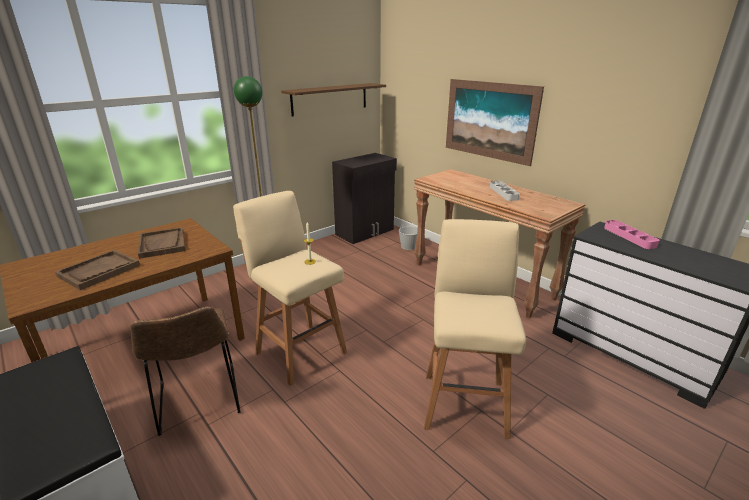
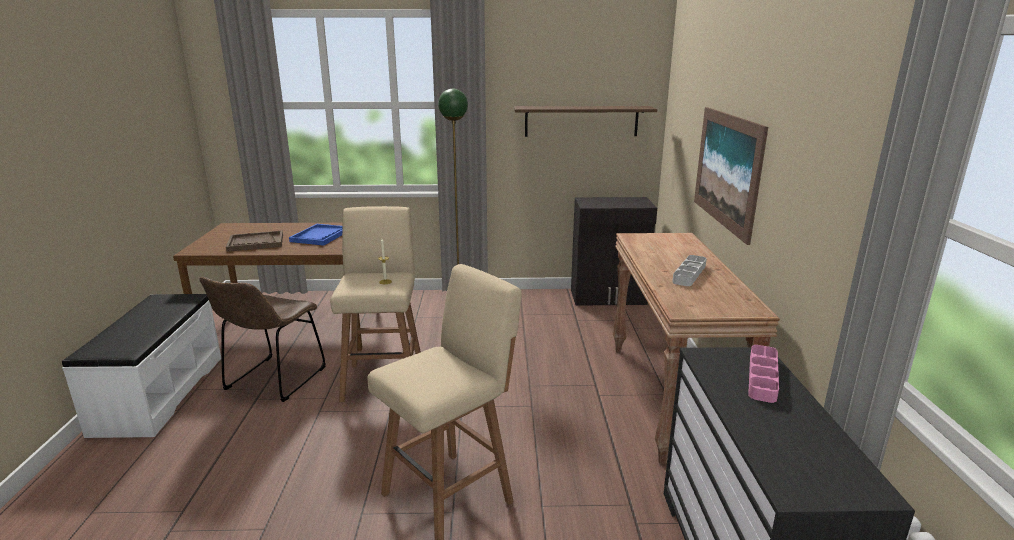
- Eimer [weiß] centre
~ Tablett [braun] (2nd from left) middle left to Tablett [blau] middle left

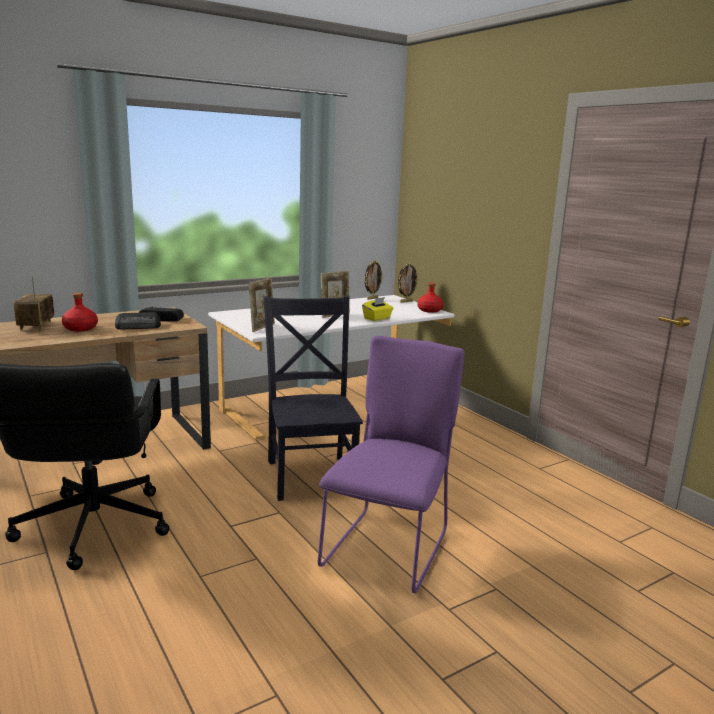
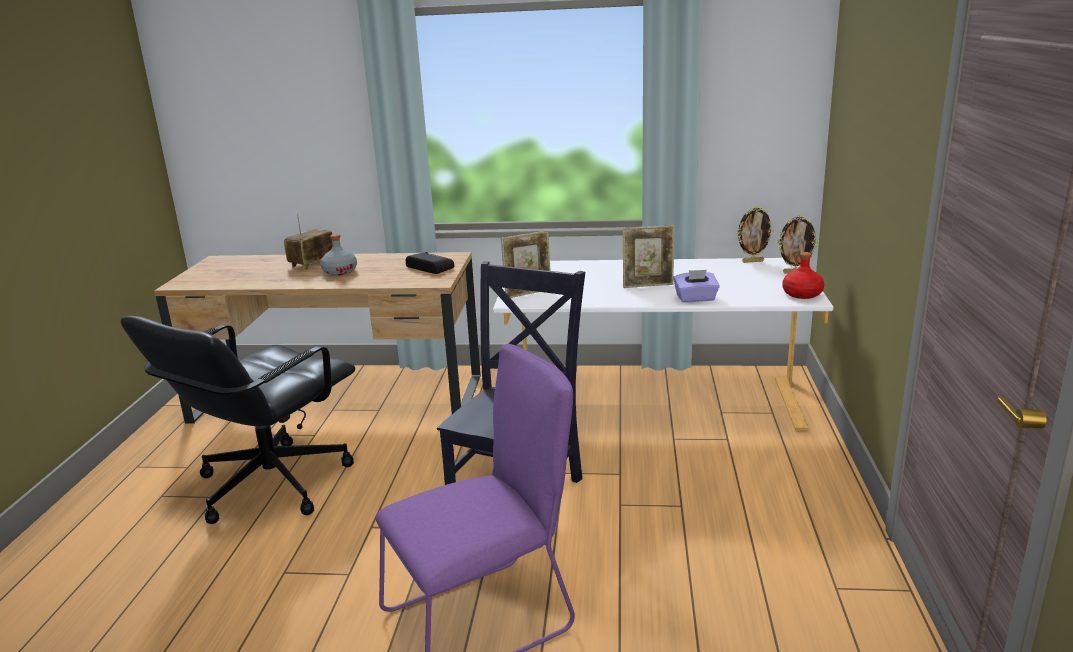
~ Flasche [rot] (1st from left) middle left to Flasche [grau] middle left
~ Taschentuchbox [gelb] centre to Taschentuchbox [lila] centre
- Radio (2nd from left) middle left

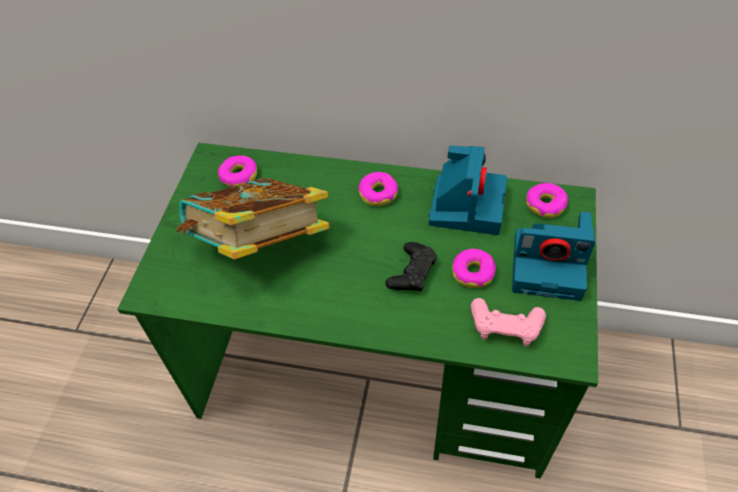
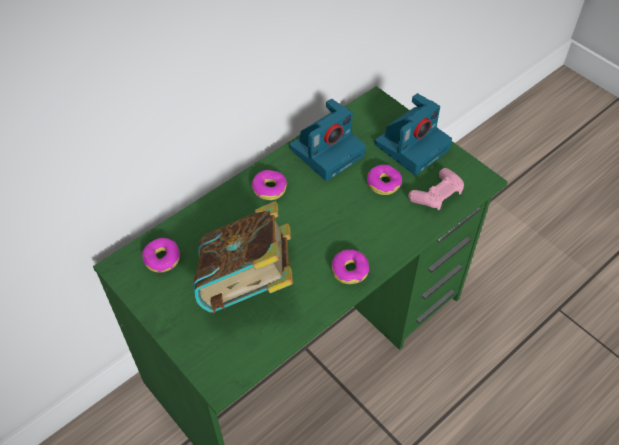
~ Kamera (1st from left) centre = top centre 90 degrees clockwise
~ Donut (4th from left in the first image) middle right to Donut (3rd from left) centre
- Gamepad [schwarz] centre

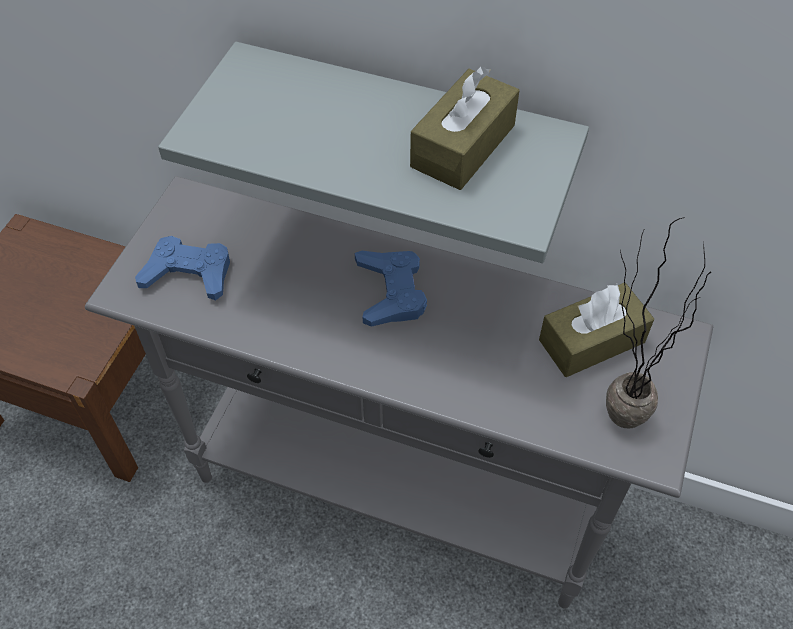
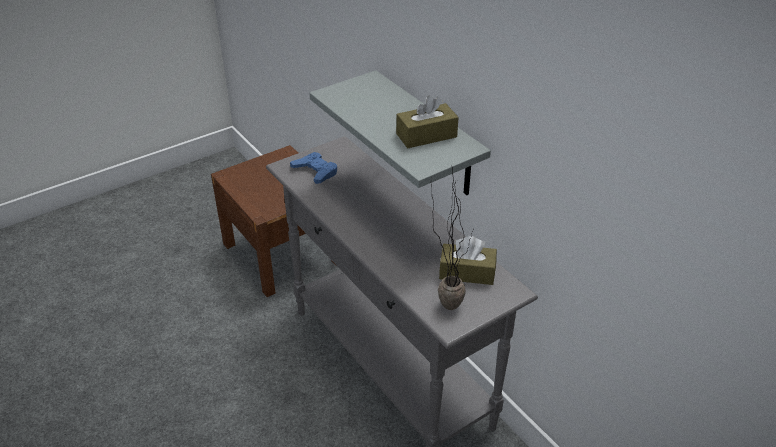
- Gamepad [blau] (2nd from left) centre

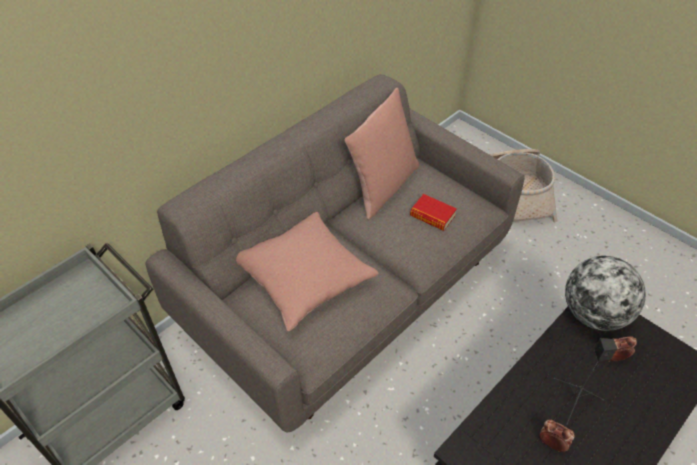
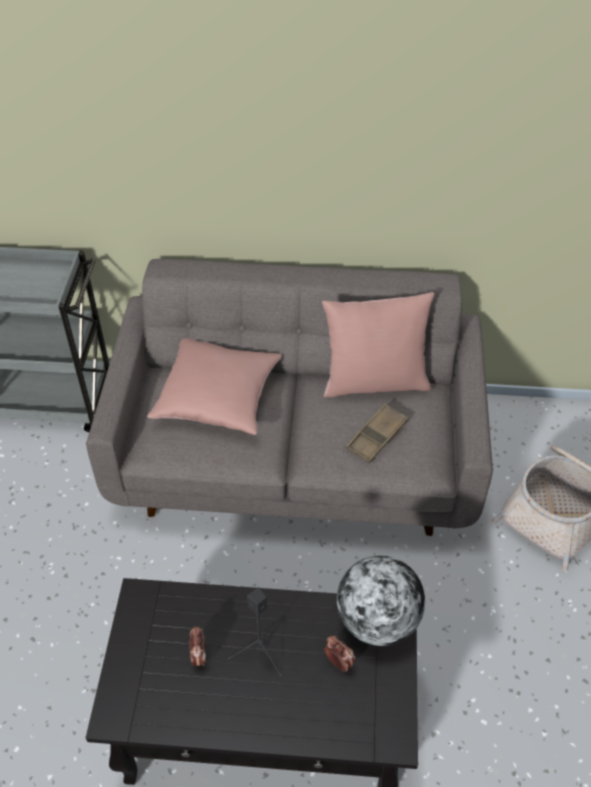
~ Buch centre to Tablett [braun] centre

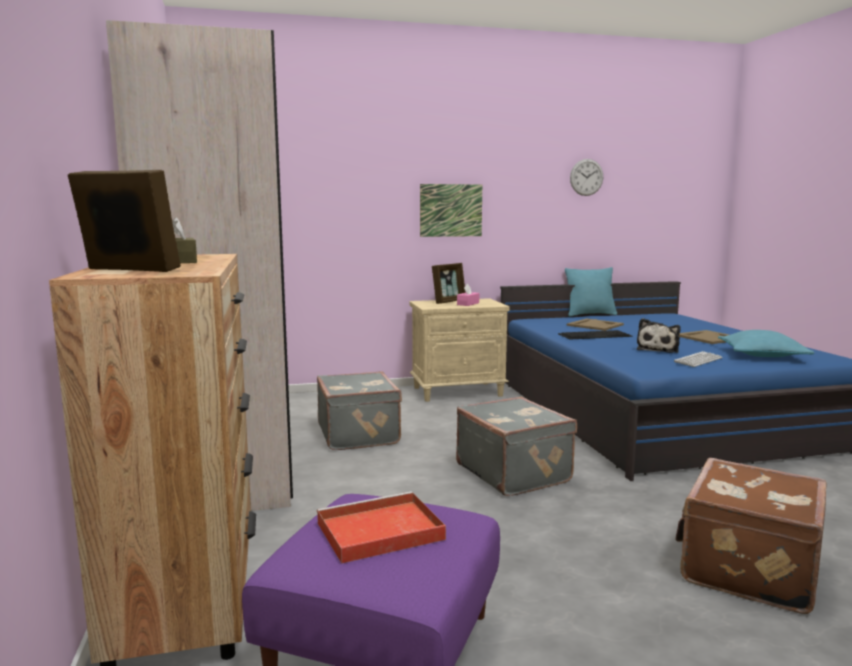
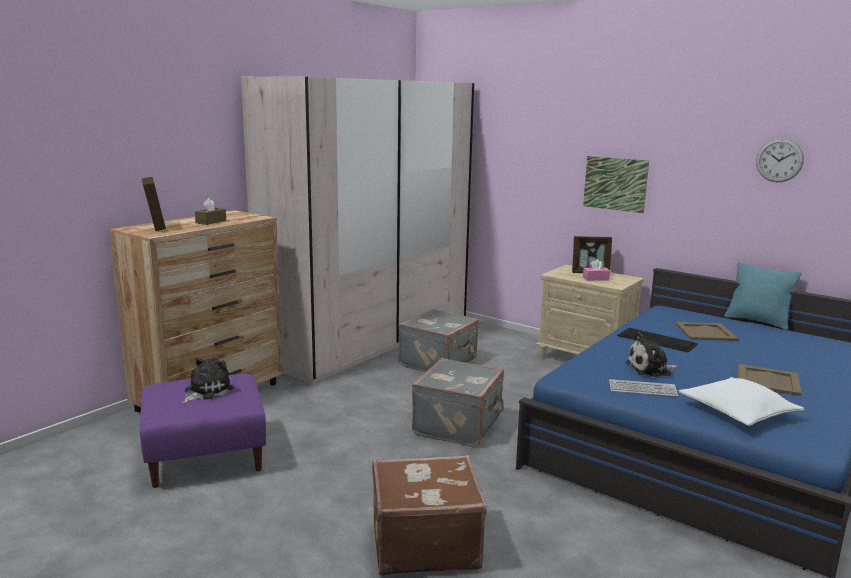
~ Kissen [türkis] (2nd from left) middle right to Kissen [weiß] bottom right
~ Tablett [rot] bottom centre to Plüschtier (1st from left) middle left

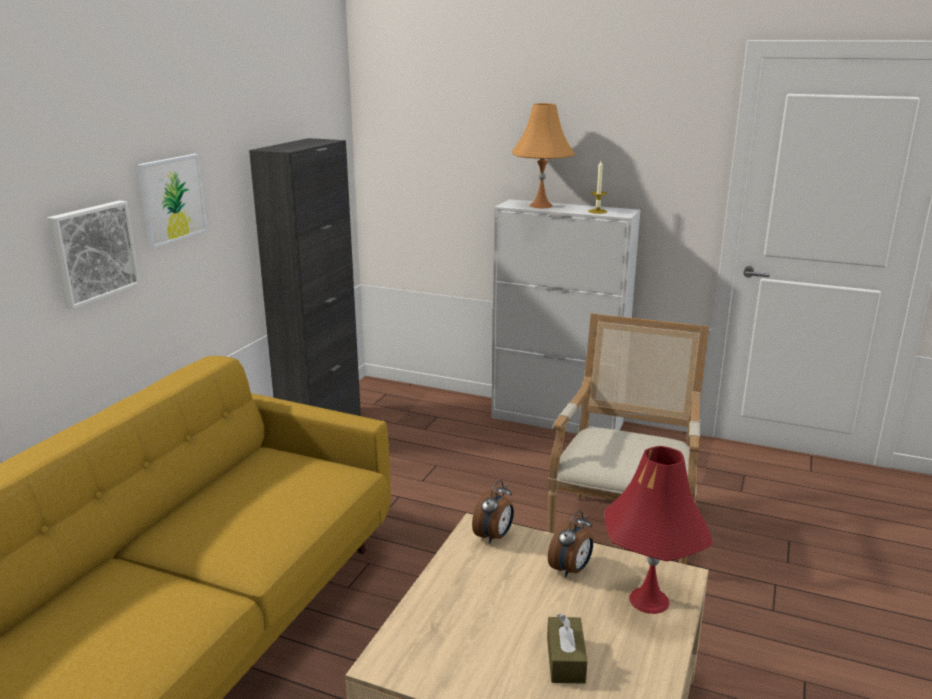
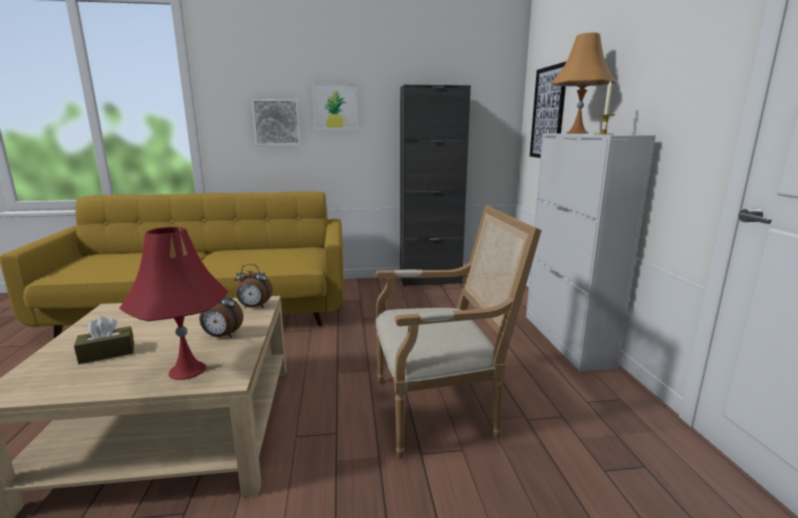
+ Bild (3rd from left) top right

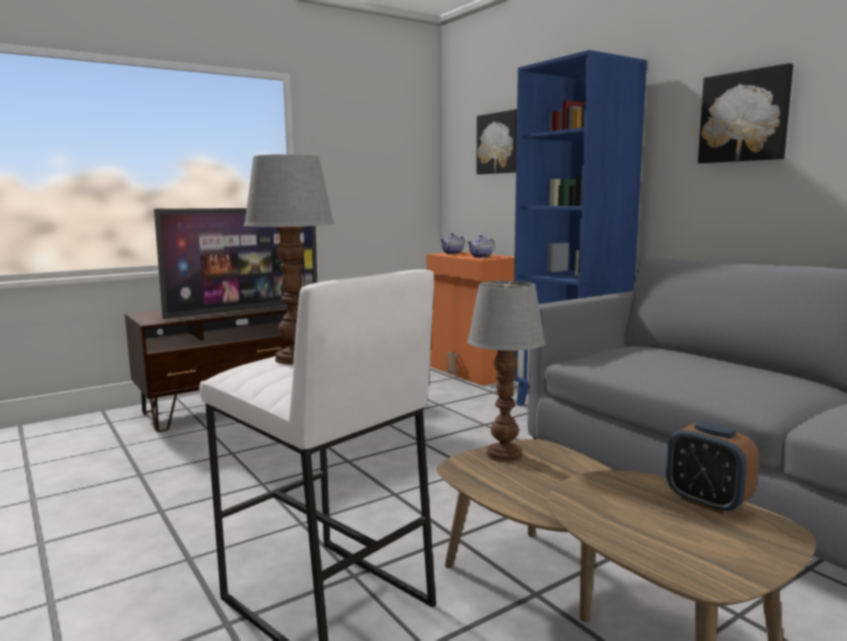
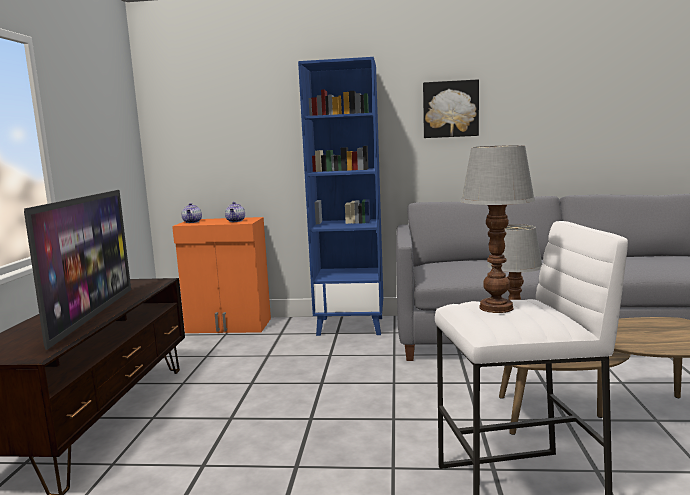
- Bild (1st from left) top centre
- Wecker bottom right

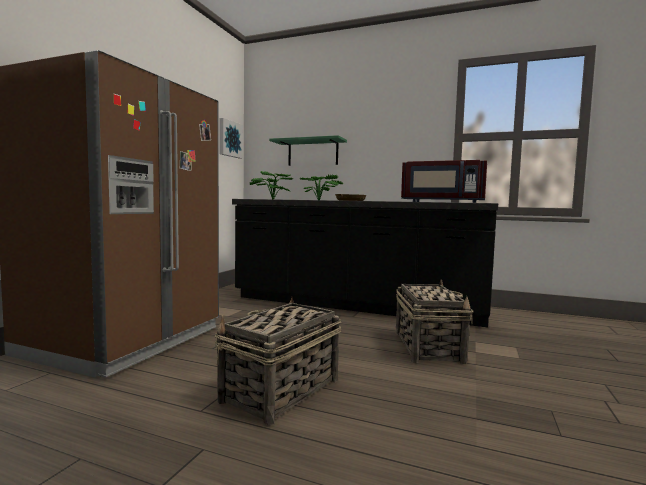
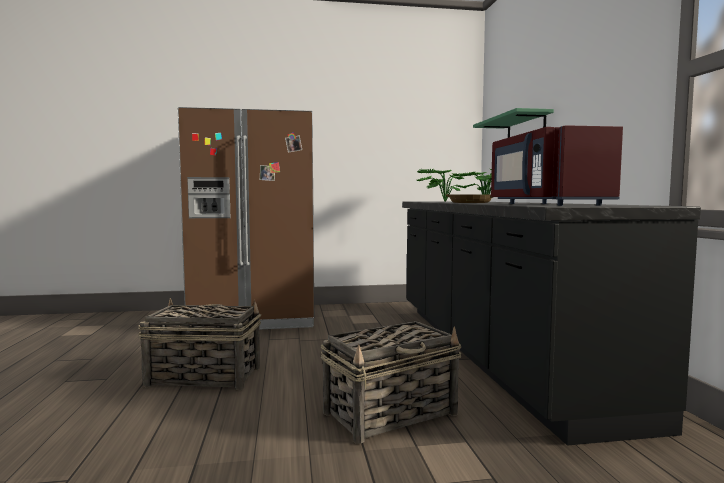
- Bild top centre

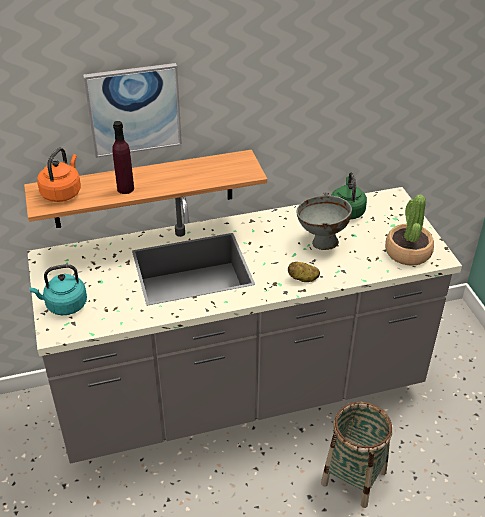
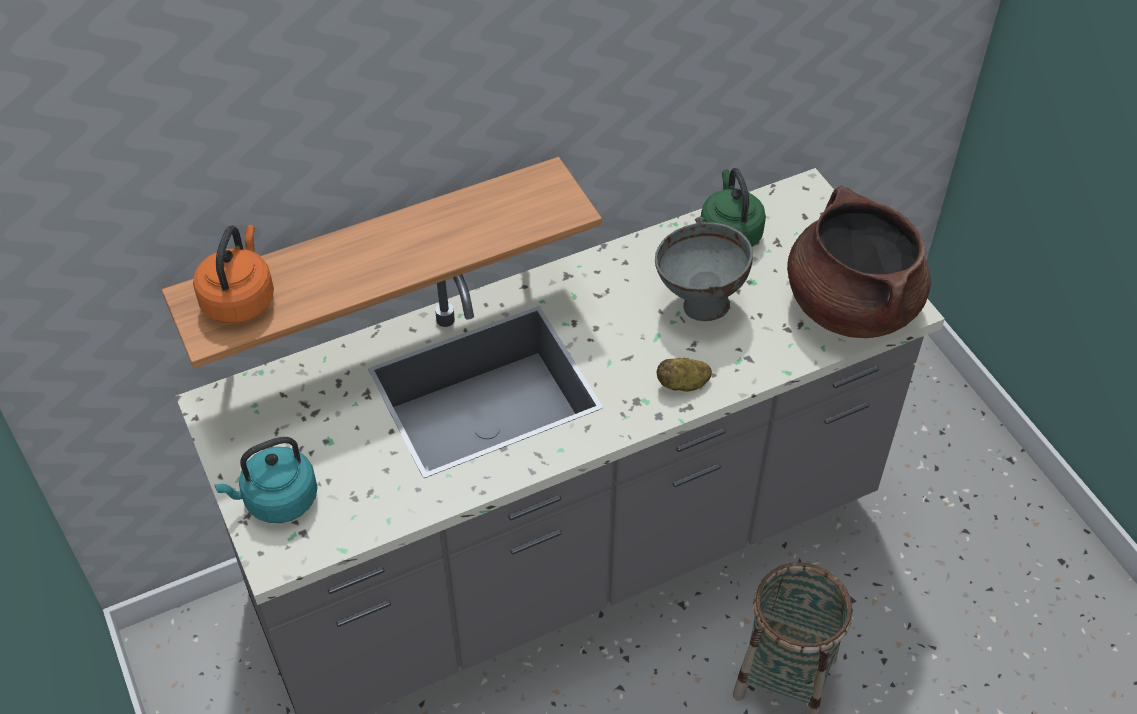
- Bild top left
- Flasche [lila] top left
~ Topfpflanze middle right to Kochtopf [braun] middle right

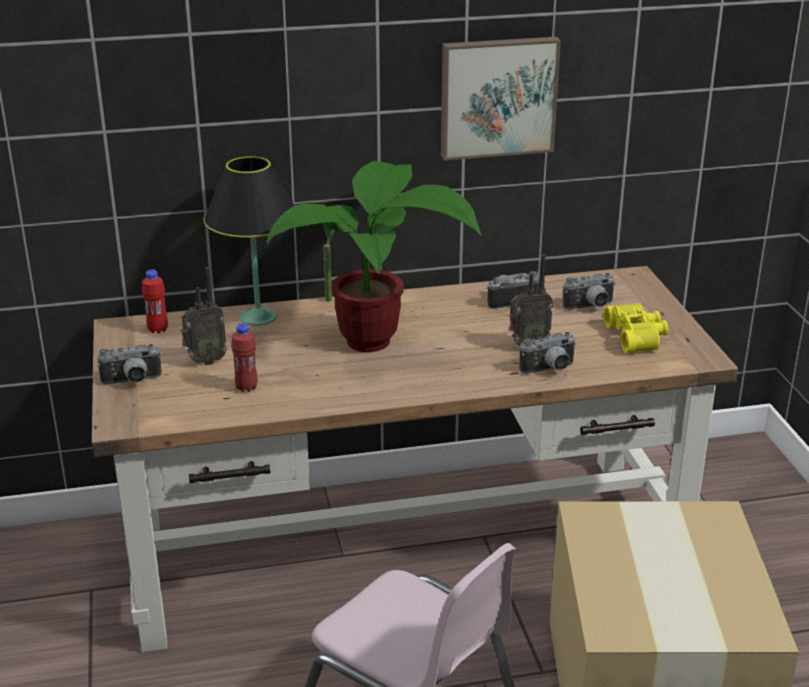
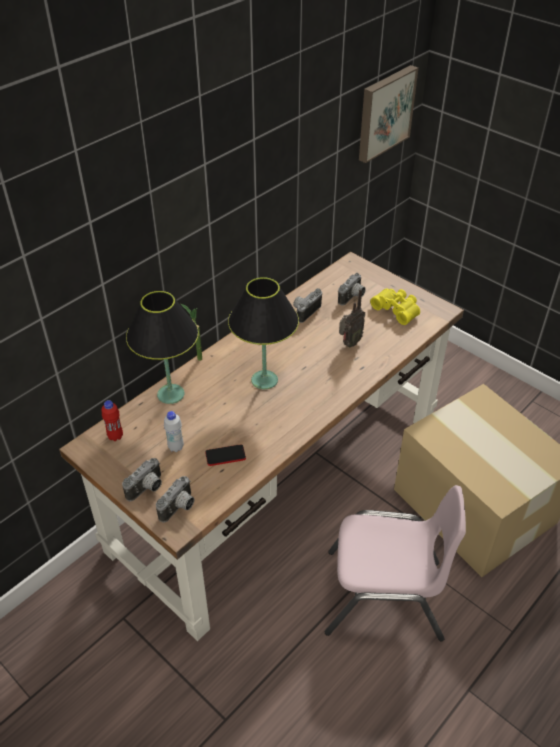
~ Bild top centre to top right
~ Topfpflanze (2nd from left) centre to Tischlampe [schwarz] (2nd from left) centre
~ Radio (1st from left) middle left to Flasche [weiß] middle left
~ Flasche [rot] (2nd from left) middle left to Handy centre
~ Kamera (3rd from left in the first image) middle right to Kamera (2nd from left) bottom left

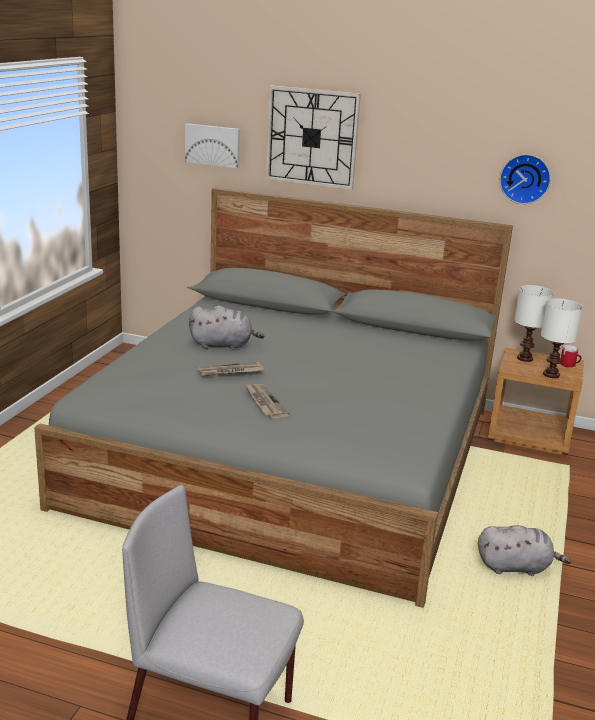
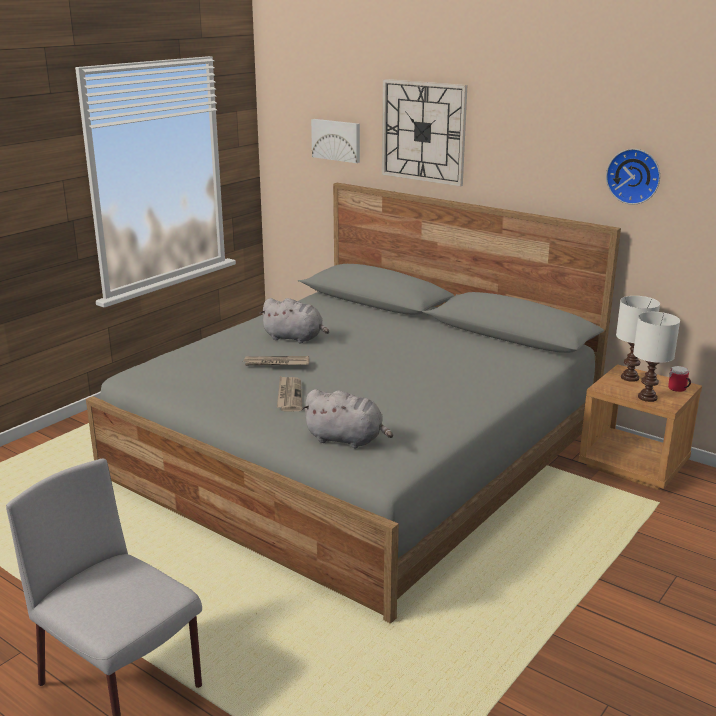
~ Plüschtier [grau] (2nd from left) bottom right to centre

